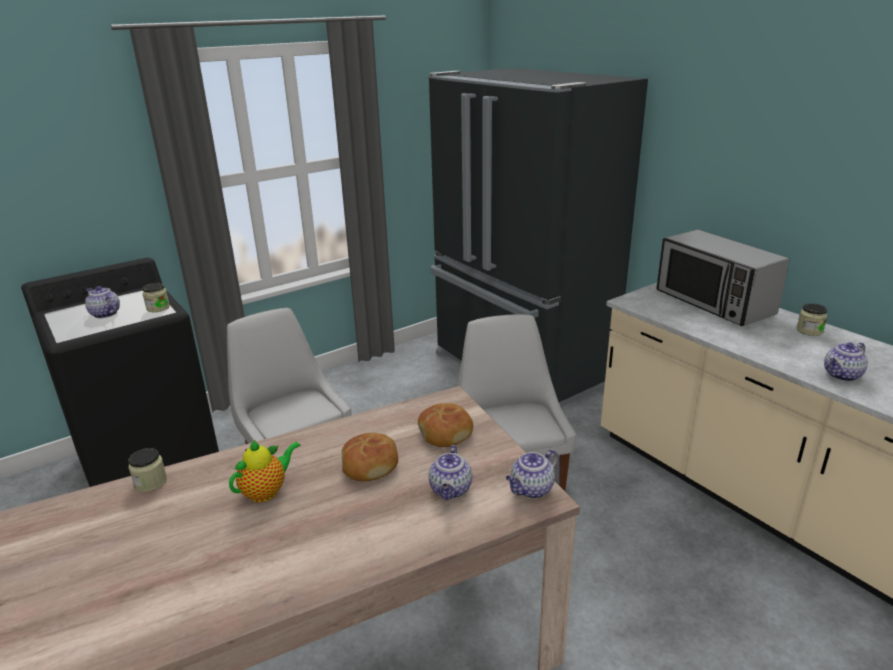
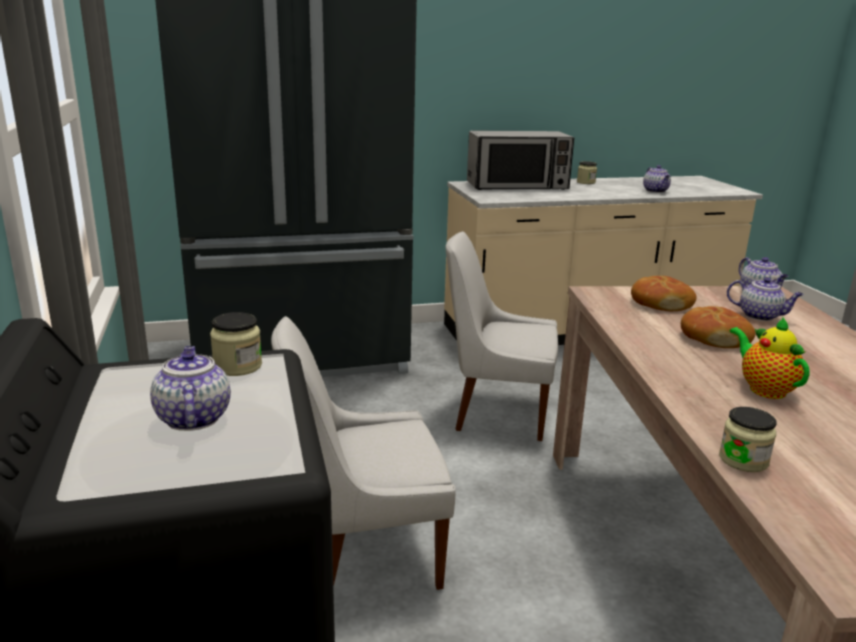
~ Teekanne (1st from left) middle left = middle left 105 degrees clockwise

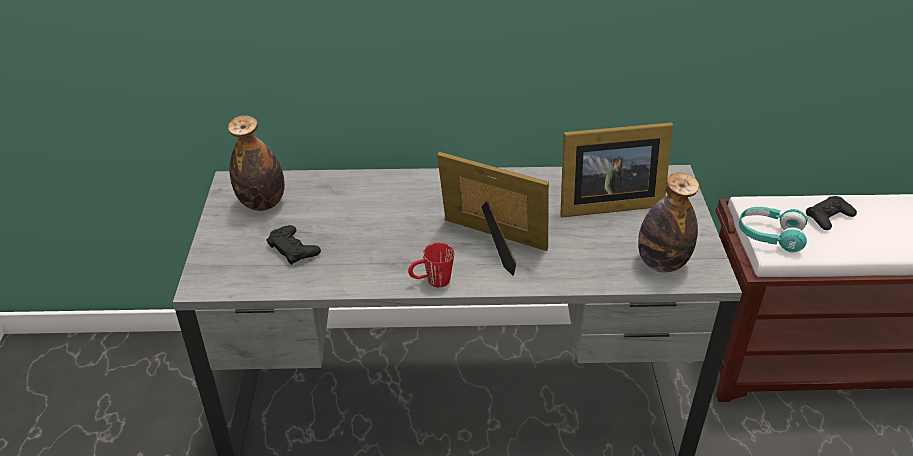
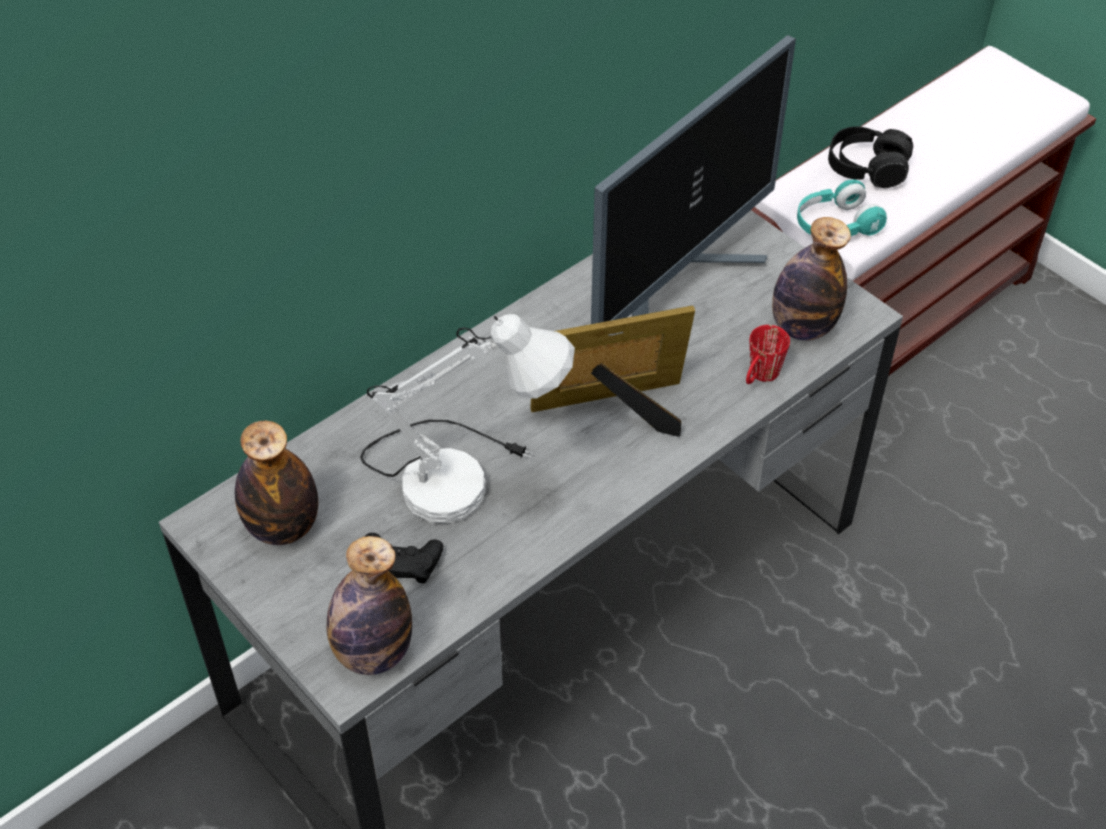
~ Bilderrahmen (2nd from left) middle right to Monitor top centre
~ Gamepad [schwarz] (2nd from left) middle right to Kopfhörer [schwarz] top right
~ Henkelbecher [rot] centre to middle right
+ Tischlampe [weiß] centre
+ Flasche (2nd from left) bottom centre

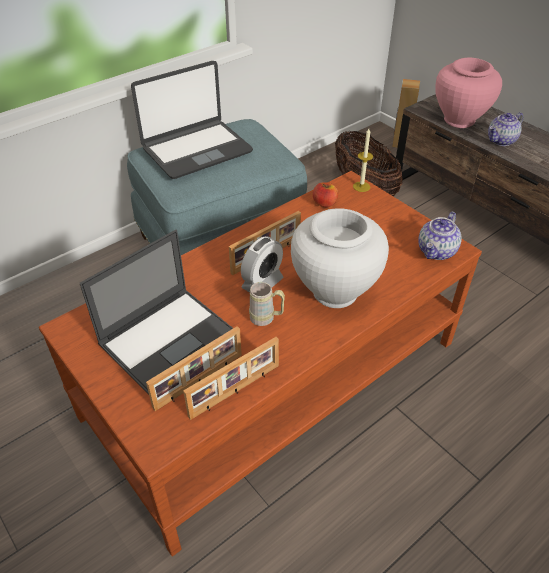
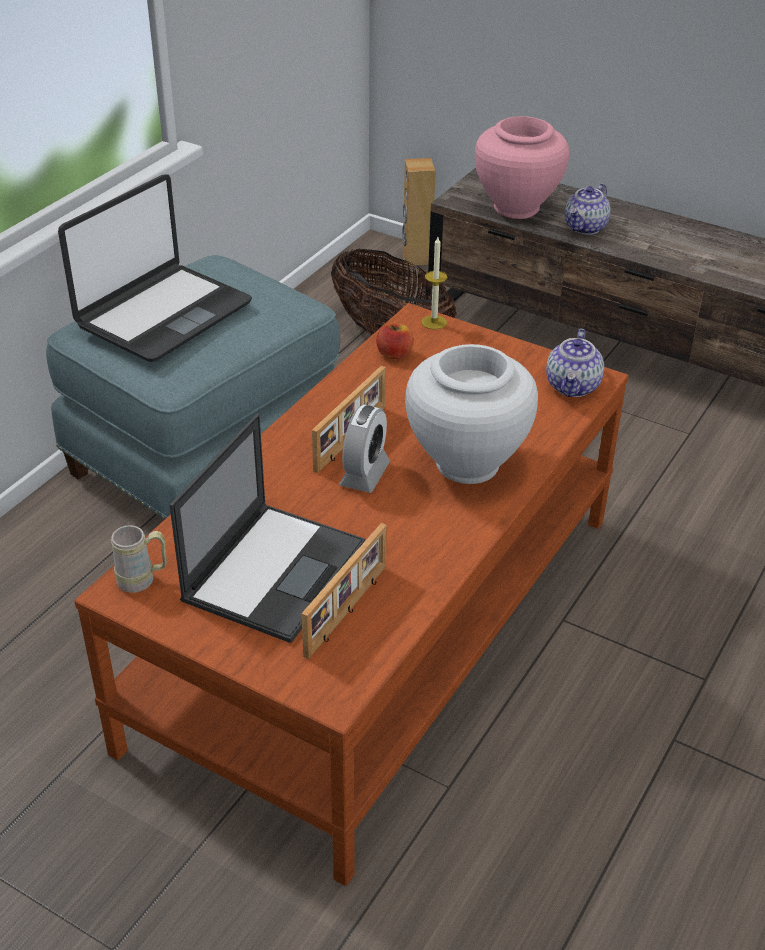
~ Henkelbecher [beige] centre to middle left
- Bilderrahmen (2nd from left) centre

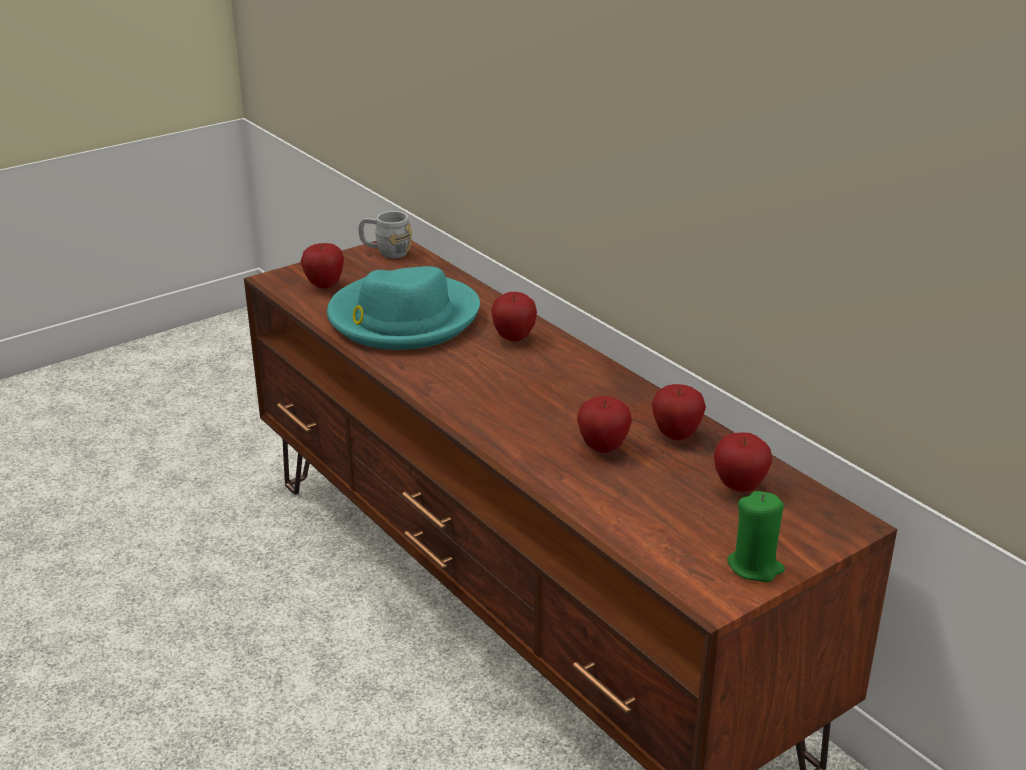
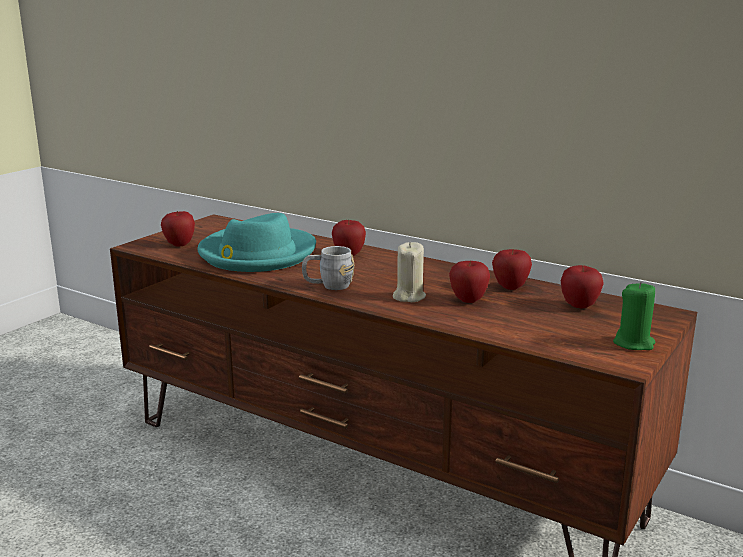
~ Henkelbecher [grau] top centre to centre
+ Kerze [beige] centre

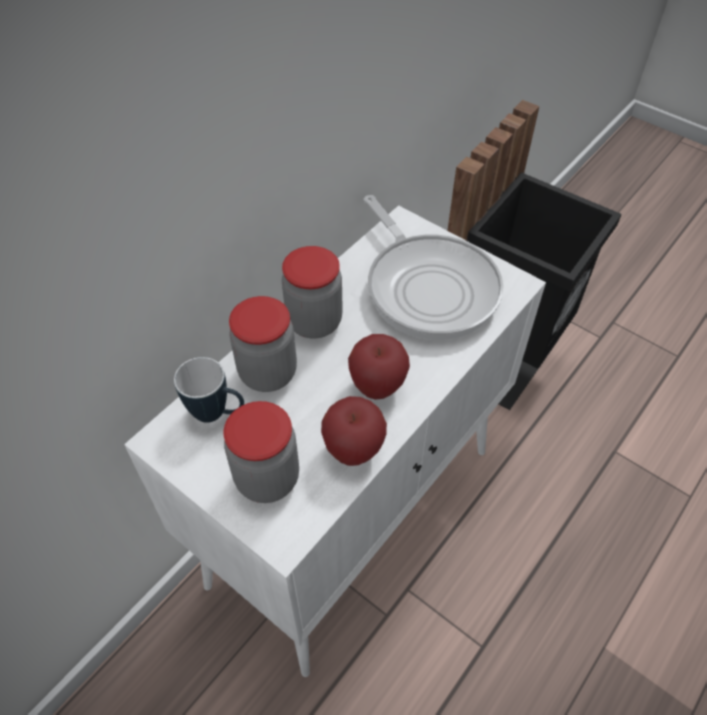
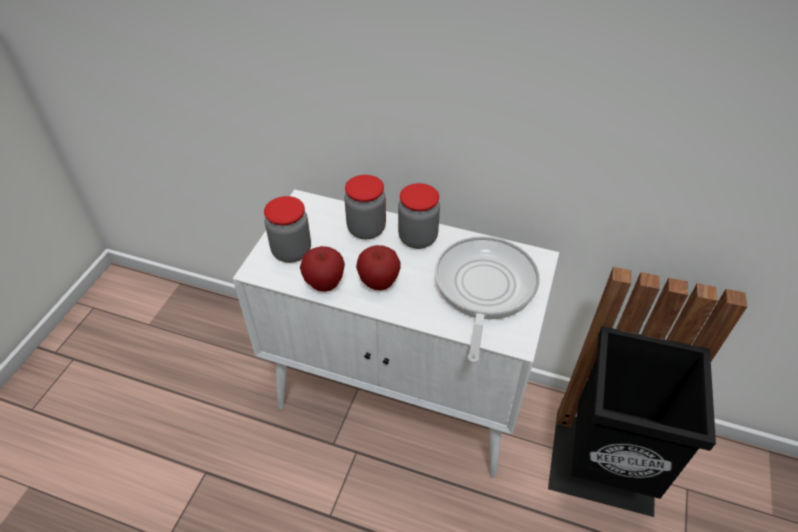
~ Pfanne centre = centre 150 degrees clockwise
- Henkelbecher middle left

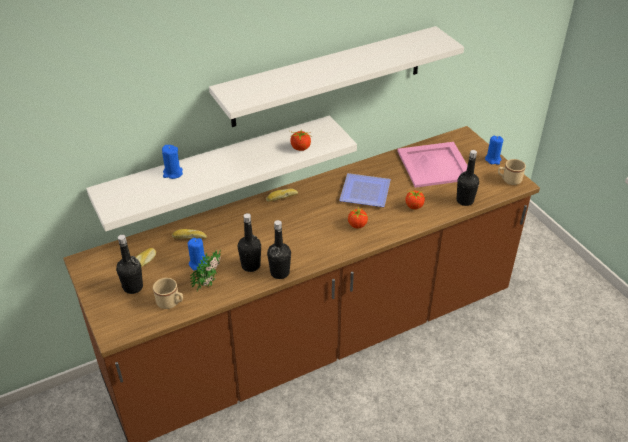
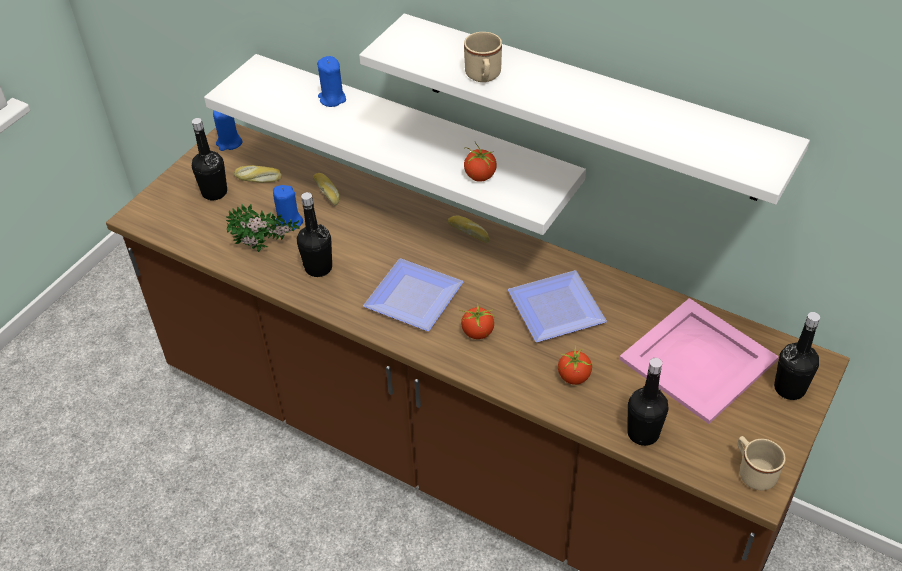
~ Kerze [blau] (3rd from left in the first image) middle right to Kerze [blau] (1st from left) top left
~ Flasche [schwarz] (3rd from left in the first image) centre to Flasche [schwarz] (4th from left) middle right
~ Henkelbecher [beige] (1st from left) middle left to top centre
+ Teller (1st from left) centre

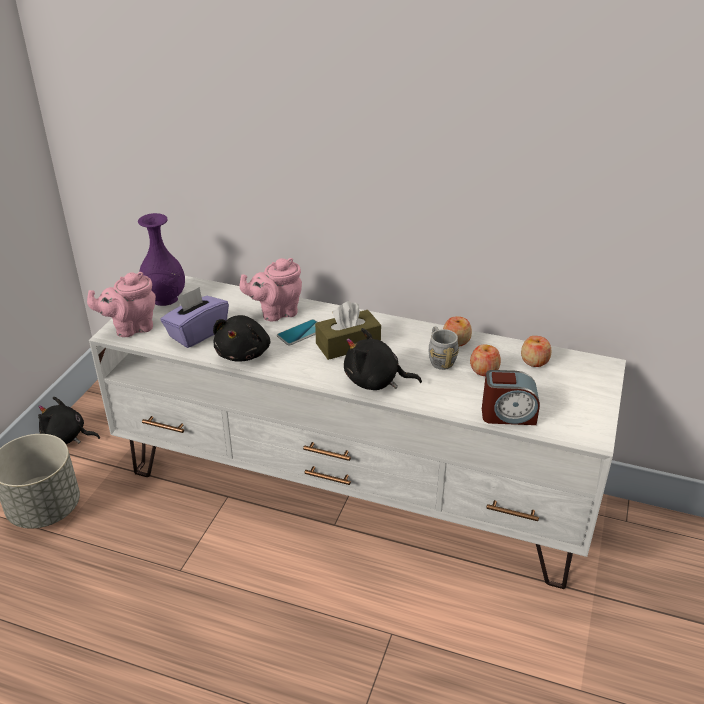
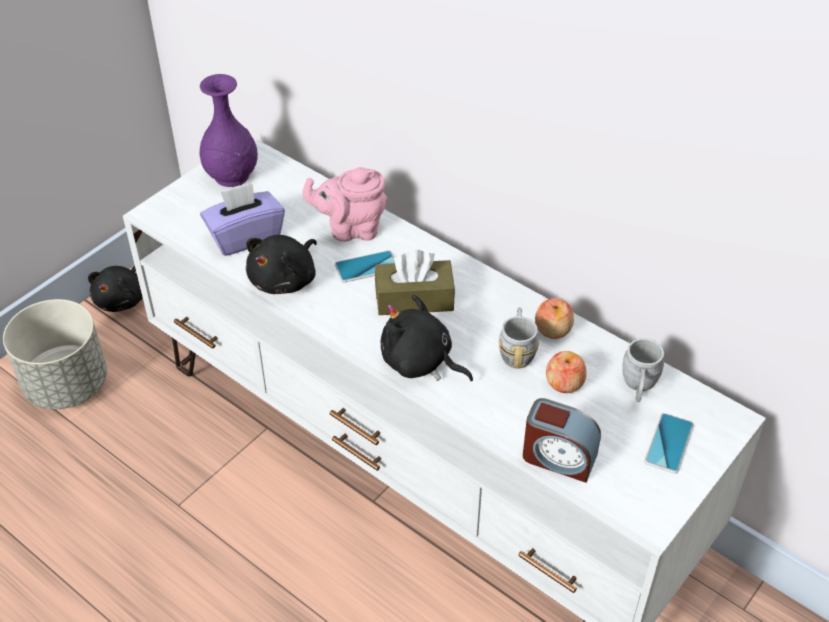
- Teekanne [rosa] (1st from left) middle left
~ Apfel (3rd from left) middle right to Henkelbecher [grau] (2nd from left) middle right
~ Plüschtier [schwarz] (1st from left) middle left = middle left 105 degrees counterclockwise
+ Handy (2nd from left) bottom right

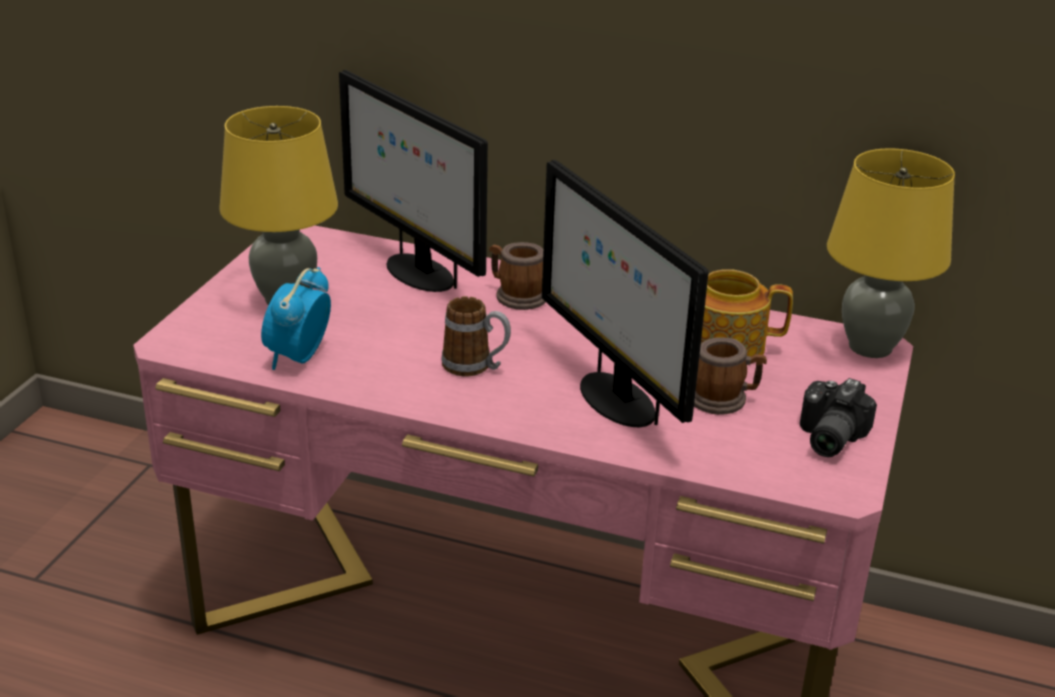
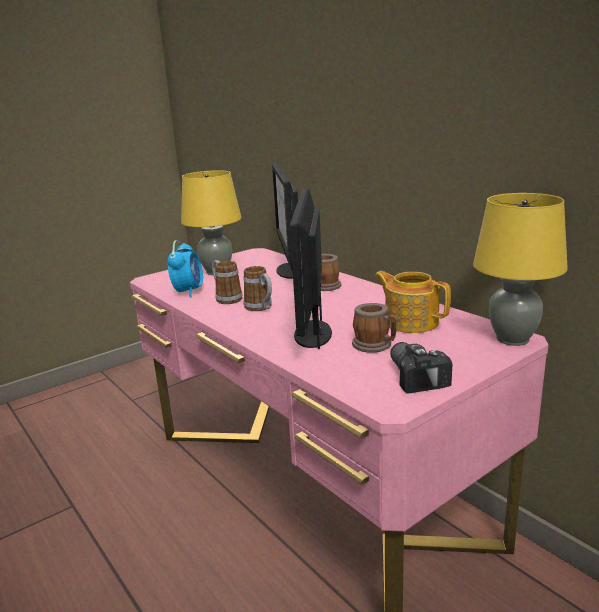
~ Wecker middle left = middle left 135 degrees clockwise
~ Kamera middle right = middle right 105 degrees clockwise
+ Henkelbecher (1st from left) centre

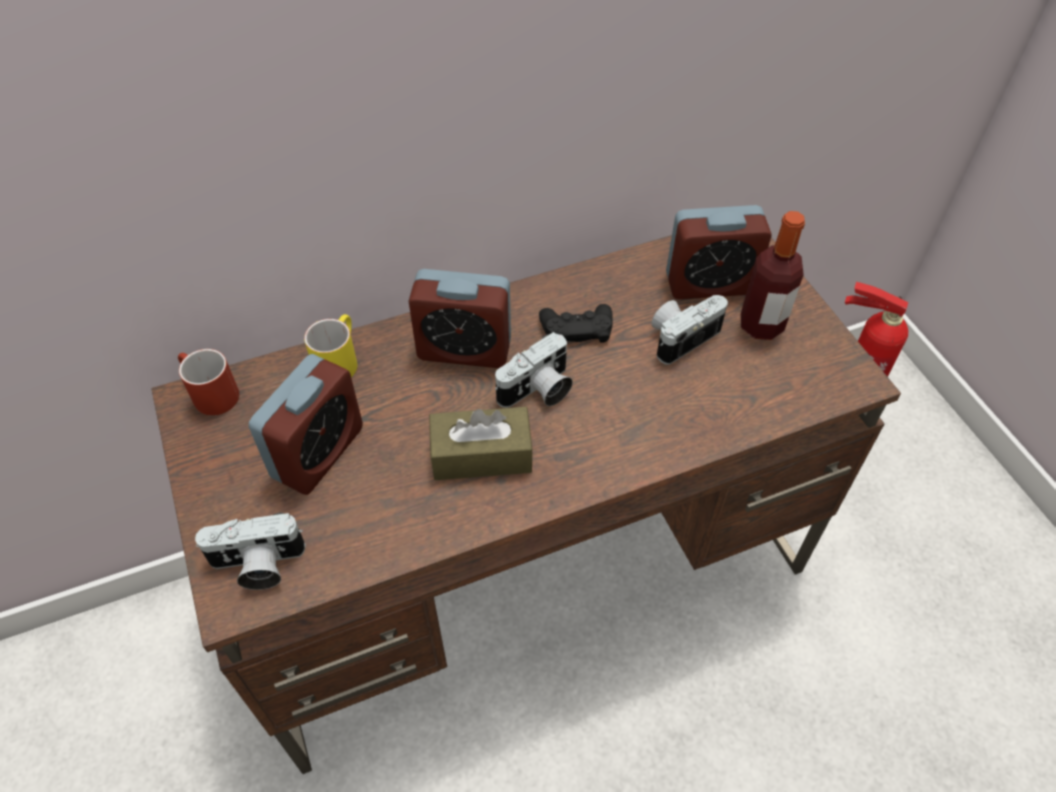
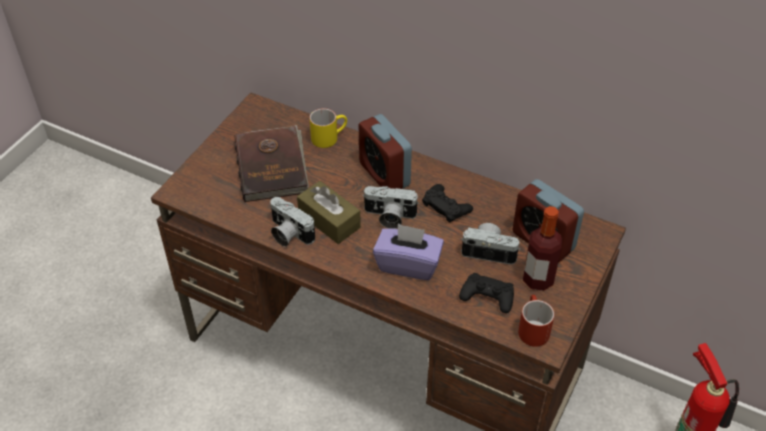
~ Henkelbecher [rot] middle left to bottom right
~ Wecker (1st from left) middle left to Buch [braun] centre
~ Kamera (1st from left) bottom left to centre
+ Taschentuchbox [lila] centre
+ Gamepad [schwarz] (2nd from left) bottom centre

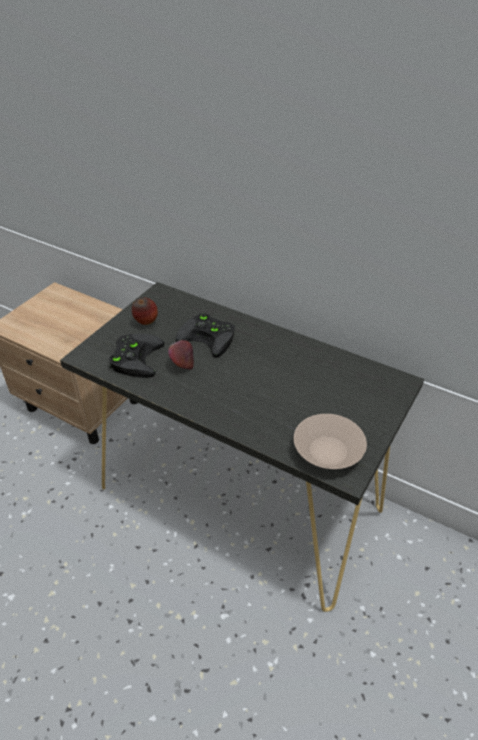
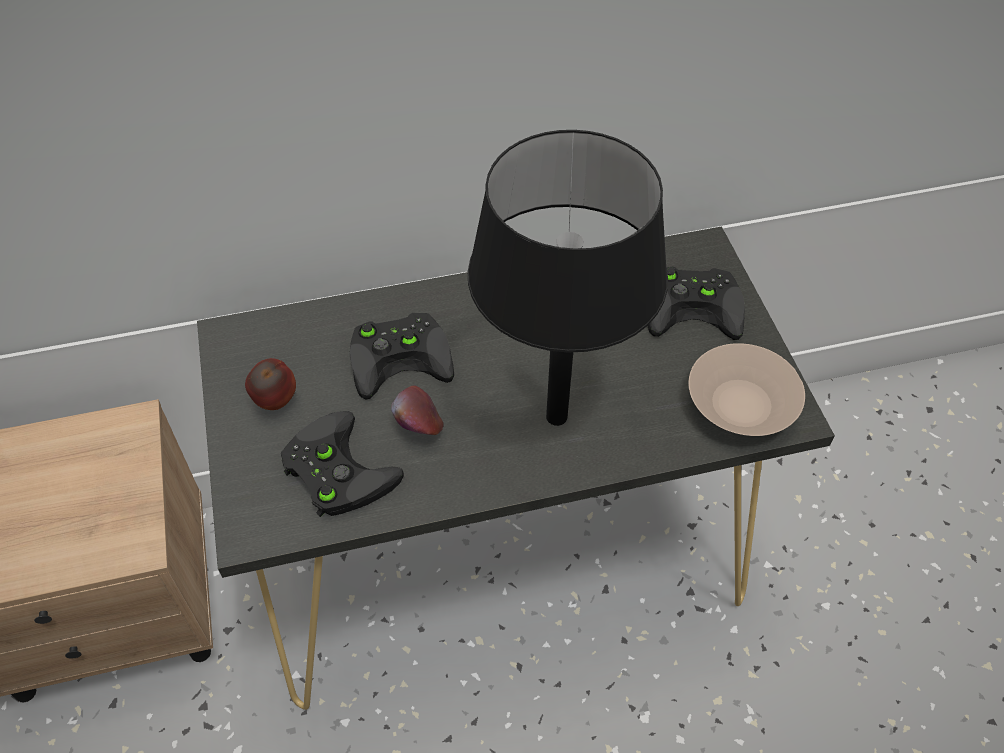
+ Tischlampe [schwarz] centre
+ Gamepad [schwarz] (3rd from left) middle right

